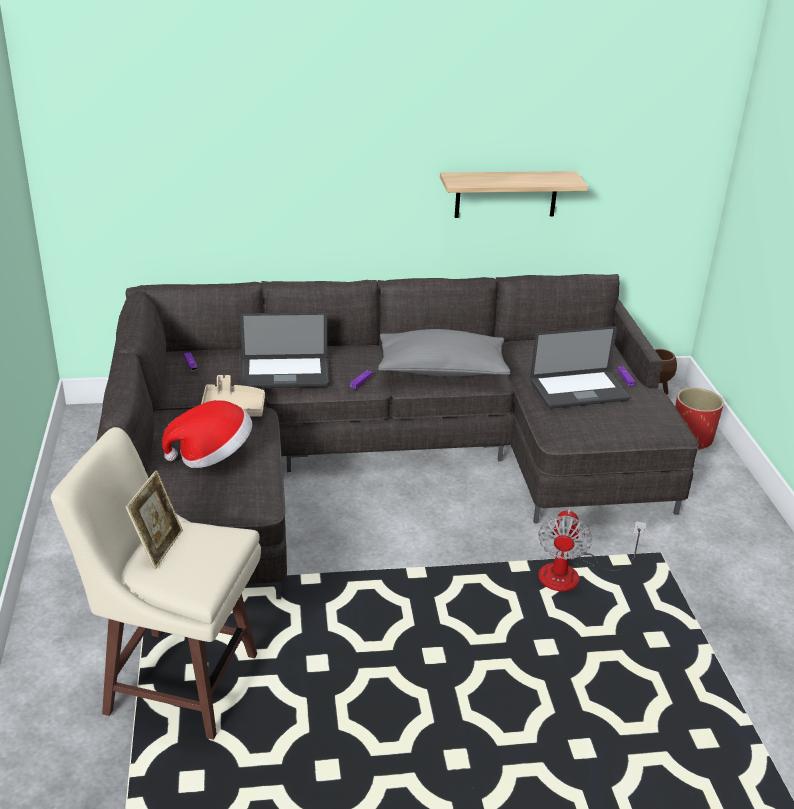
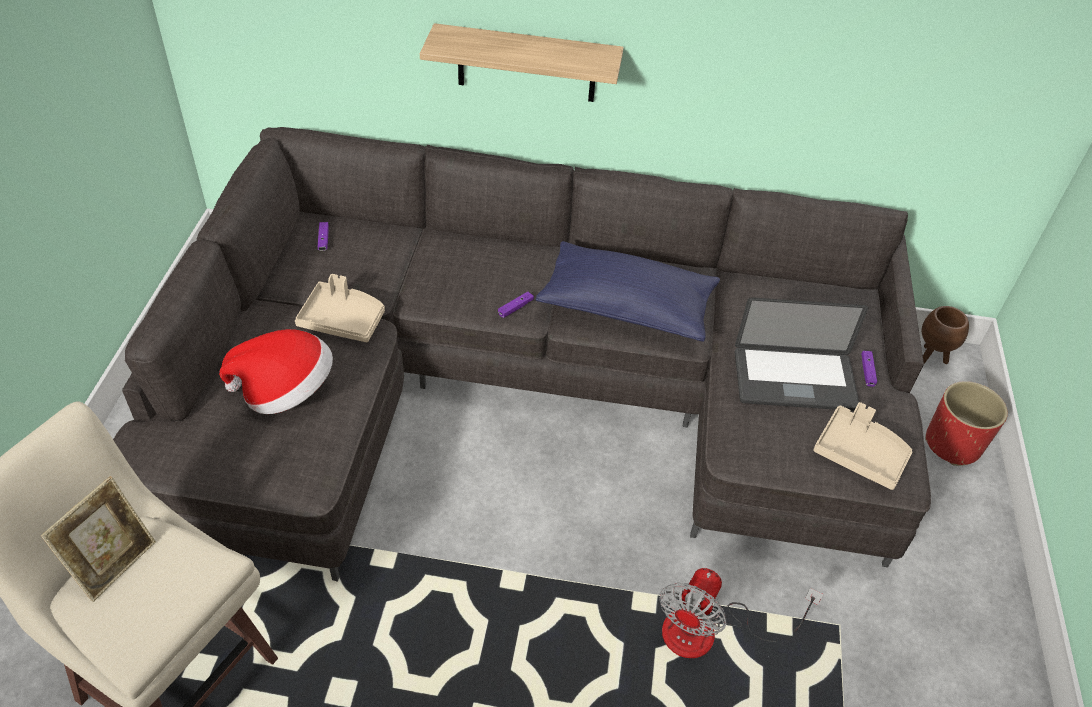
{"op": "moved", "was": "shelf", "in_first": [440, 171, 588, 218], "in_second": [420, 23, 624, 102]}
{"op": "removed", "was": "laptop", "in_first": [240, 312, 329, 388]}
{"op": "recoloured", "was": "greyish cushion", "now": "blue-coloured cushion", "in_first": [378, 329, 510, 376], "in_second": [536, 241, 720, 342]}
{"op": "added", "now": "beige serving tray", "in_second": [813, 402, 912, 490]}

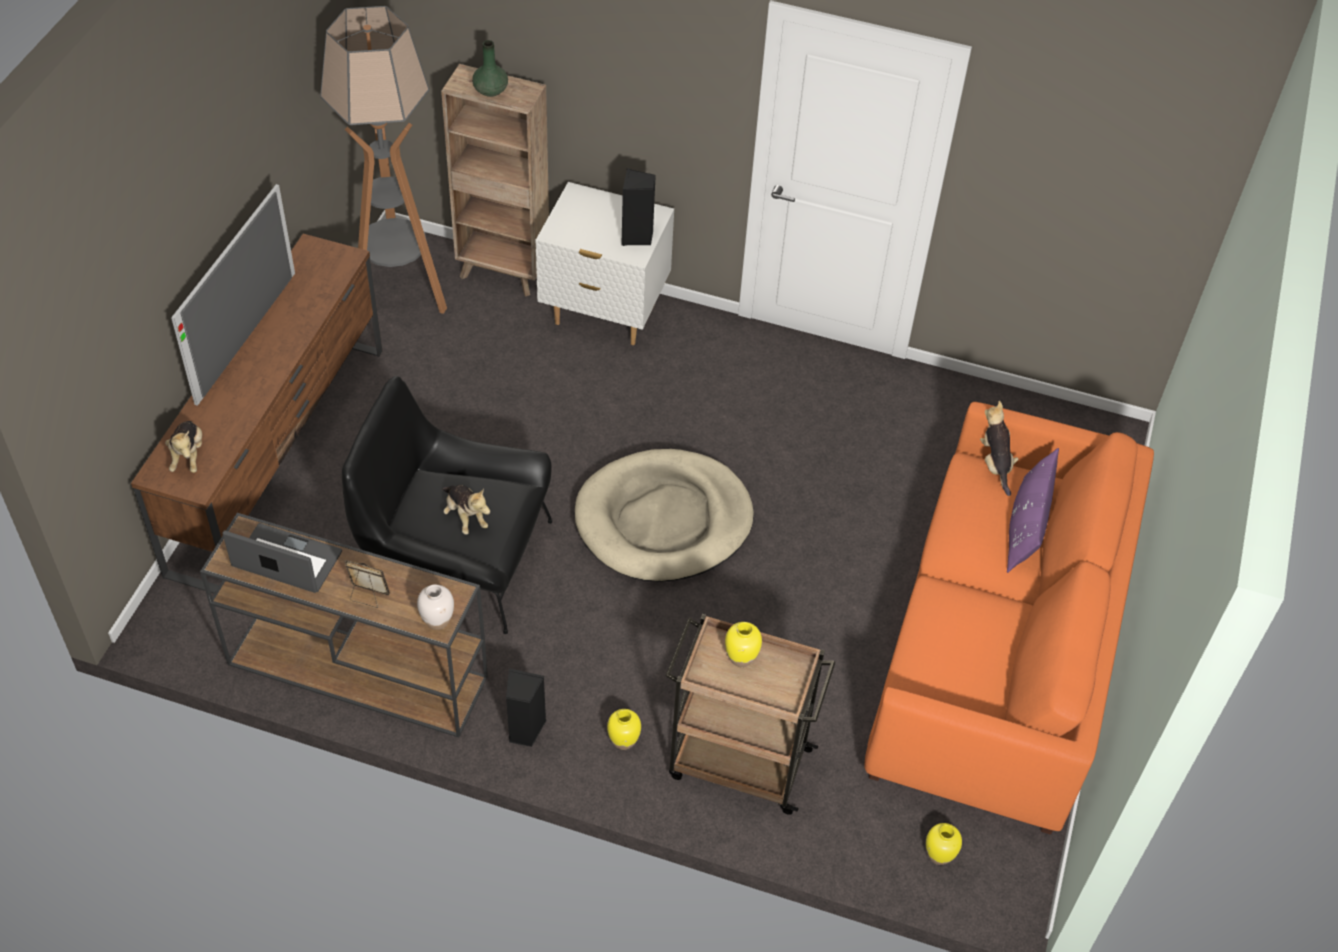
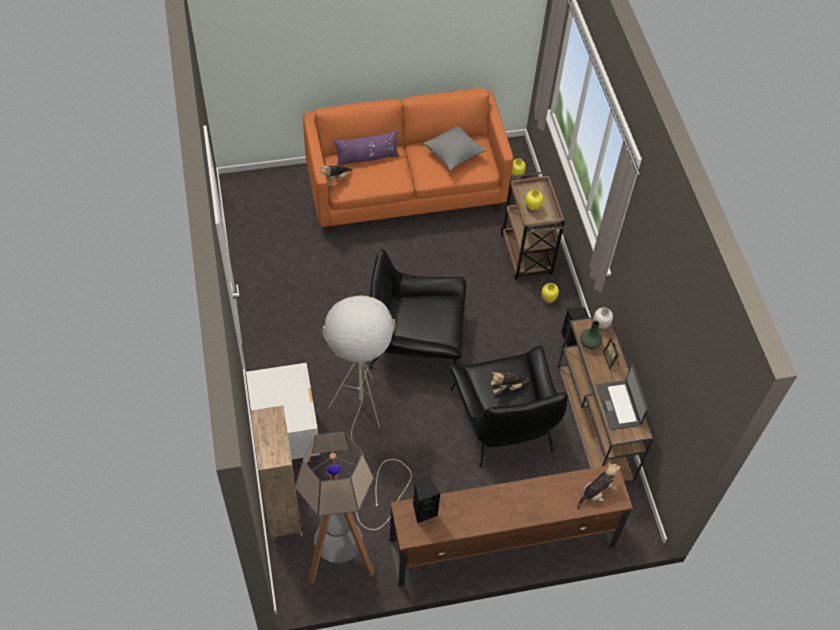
{"op": "moved", "was": "green flower vase", "in_first": [472, 40, 508, 97], "in_second": [580, 321, 603, 349]}
{"op": "moved", "was": "black-coloured speaker", "in_first": [621, 168, 656, 246], "in_second": [413, 477, 440, 524]}
{"op": "removed", "was": "TV set", "in_first": [171, 184, 295, 406]}
{"op": "replaced", "was": "beige pet bed", "now": "black-coloured easy chair", "in_first": [575, 449, 754, 582], "in_second": [370, 249, 466, 369]}
{"op": "turned", "was": "plush toy", "in_first": [442, 485, 490, 534], "in_second": [491, 372, 530, 393], "clockwise": -135}
{"op": "added", "now": "greyish cushion", "in_second": [424, 126, 486, 171]}
{"op": "added", "now": "beige floor lamp", "in_second": [322, 296, 412, 530]}

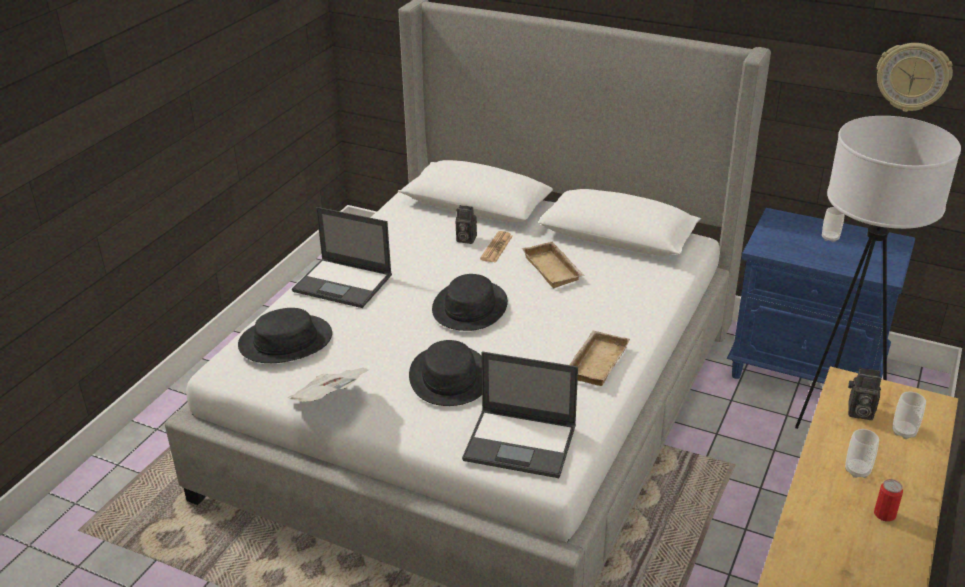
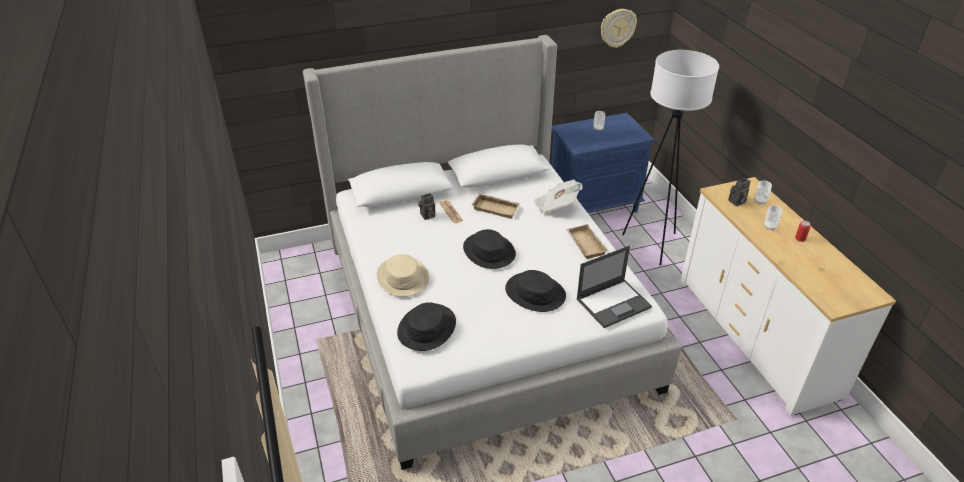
{"op": "replaced", "was": "laptop", "now": "beige clothing hat", "in_first": [292, 207, 392, 308], "in_second": [377, 254, 429, 297]}
{"op": "moved", "was": "daily paper", "in_first": [288, 368, 369, 402], "in_second": [534, 180, 583, 213]}

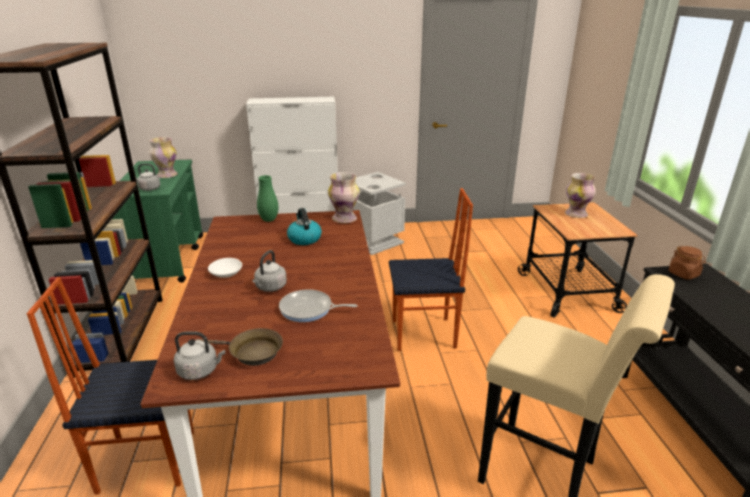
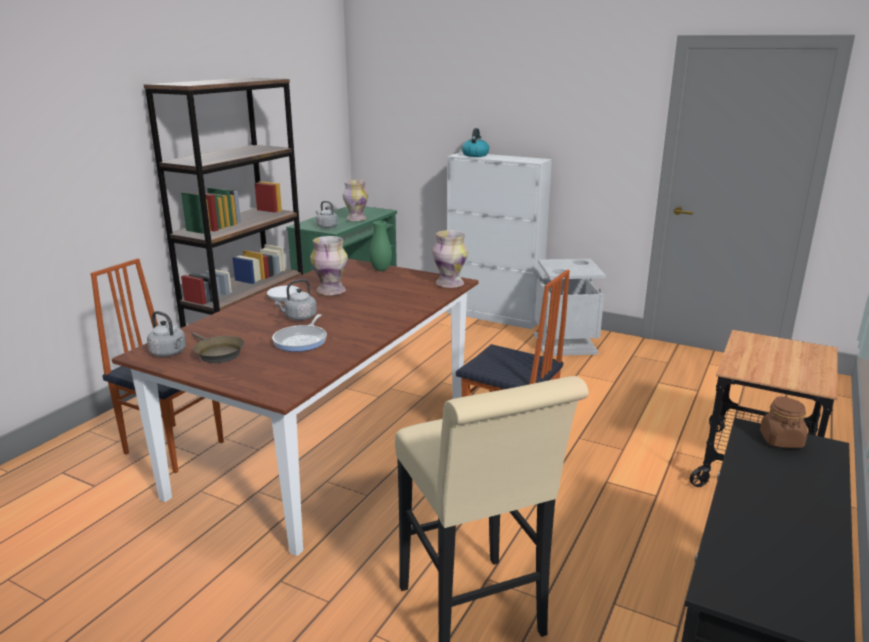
{"op": "moved", "was": "flower vase", "in_first": [565, 173, 596, 218], "in_second": [310, 236, 348, 295]}
{"op": "moved", "was": "tea kettle", "in_first": [287, 208, 322, 245], "in_second": [462, 128, 489, 157]}
{"op": "turned", "was": "frying pan", "in_first": [279, 289, 357, 322], "in_second": [272, 314, 327, 352], "clockwise": -120}

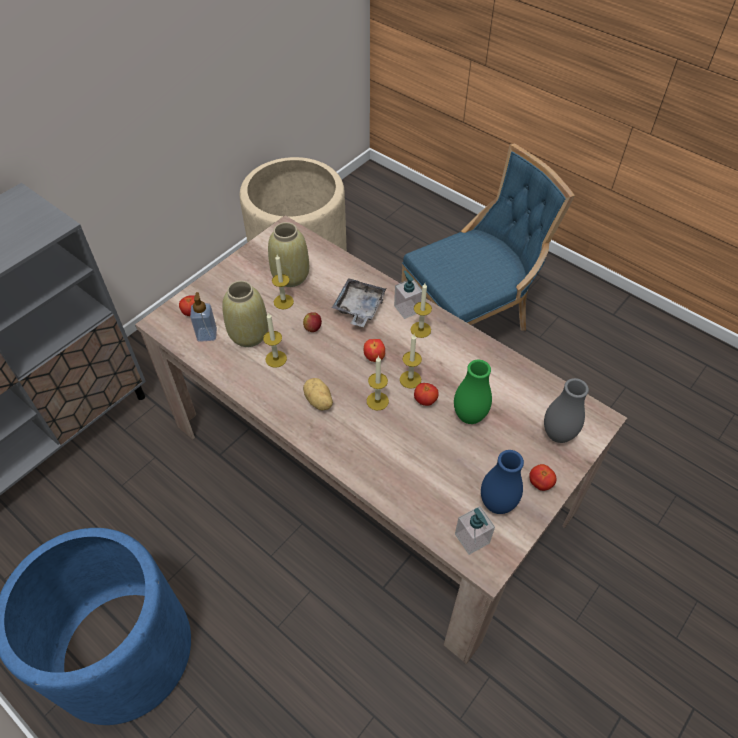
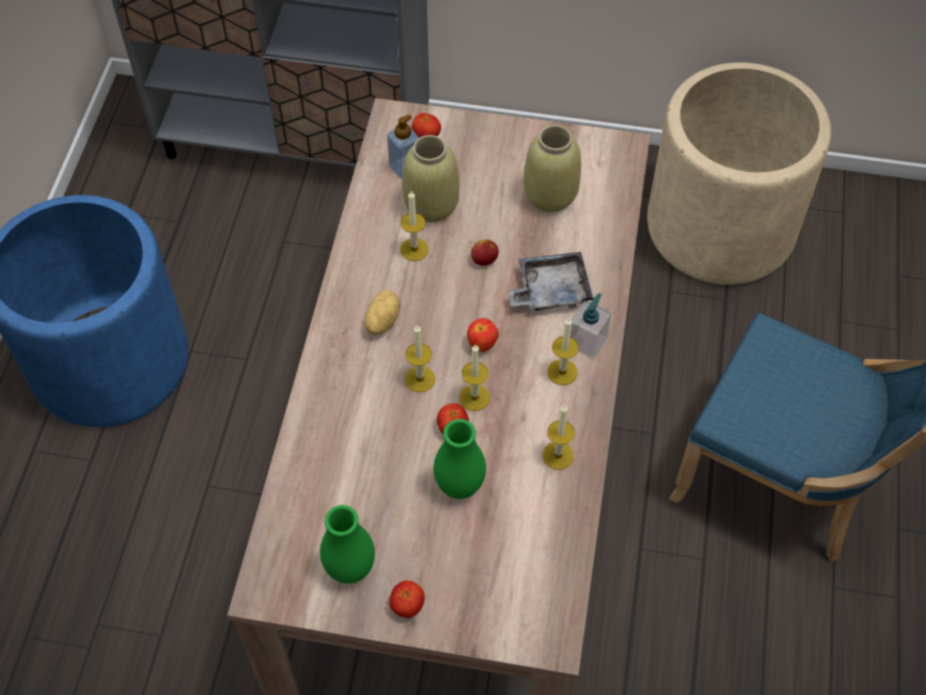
{"op": "moved", "was": "wax candle", "in_first": [272, 255, 294, 309], "in_second": [542, 405, 575, 470]}
{"op": "removed", "was": "greyish flower vase", "in_first": [544, 378, 589, 443]}
{"op": "recoloured", "was": "blue-coloured flower vase", "now": "green flower vase", "in_first": [481, 450, 524, 514], "in_second": [320, 505, 375, 584]}
{"op": "removed", "was": "soap bottle", "in_first": [455, 506, 495, 555]}

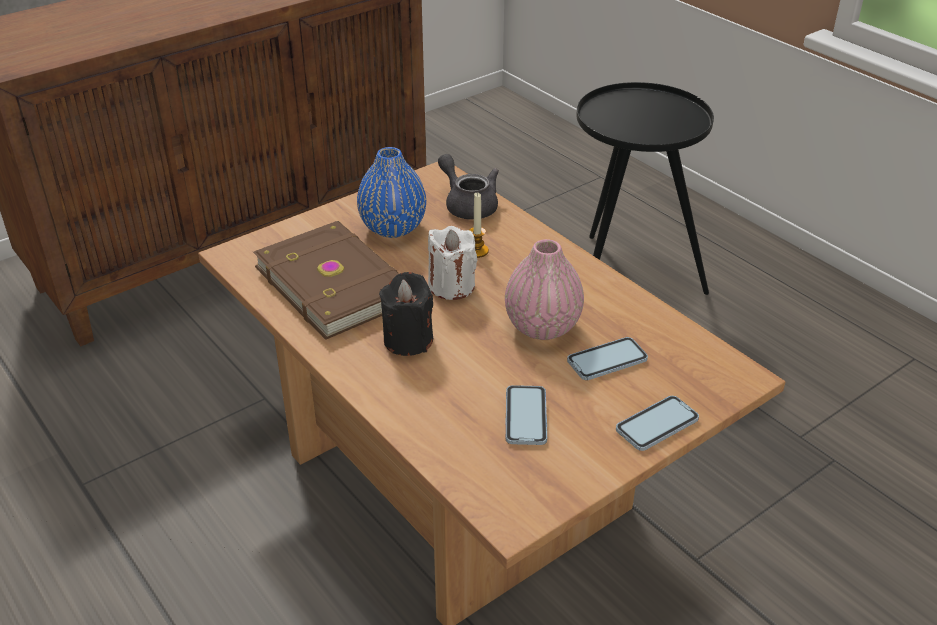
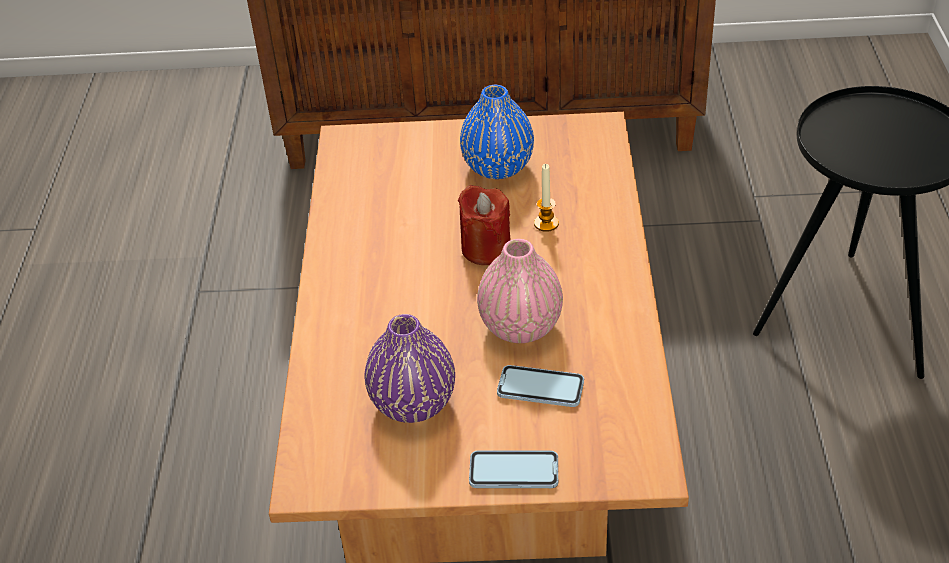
{"op": "removed", "was": "greyish tea pot", "in_first": [438, 154, 499, 220]}
{"op": "removed", "was": "brownish bound book", "in_first": [253, 221, 399, 340]}
{"op": "recoloured", "was": "white wax candle", "now": "red-coloured wax candle", "in_first": [428, 226, 478, 300], "in_second": [458, 185, 511, 265]}
{"op": "removed", "was": "black-coloured wax candle", "in_first": [379, 272, 433, 356]}
{"op": "replaced", "was": "telephone", "now": "purple-coloured flower vase", "in_first": [505, 385, 547, 445], "in_second": [365, 314, 455, 423]}

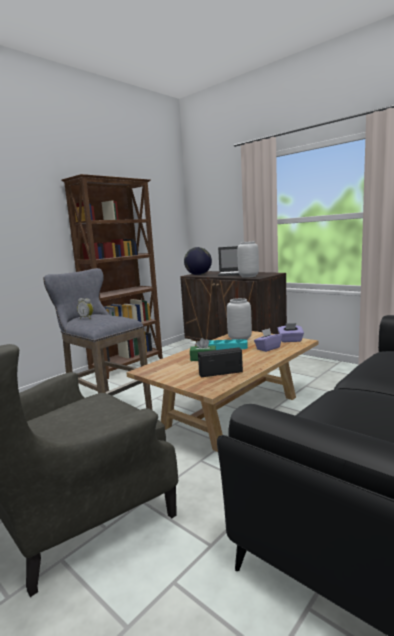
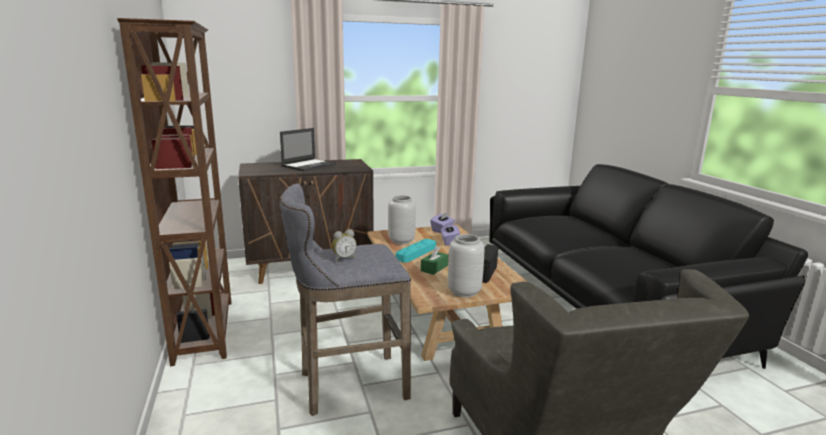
{"op": "moved", "was": "greyish flower vase", "in_first": [237, 241, 259, 278], "in_second": [448, 234, 484, 297]}
{"op": "removed", "was": "desk globe", "in_first": [184, 247, 212, 275]}

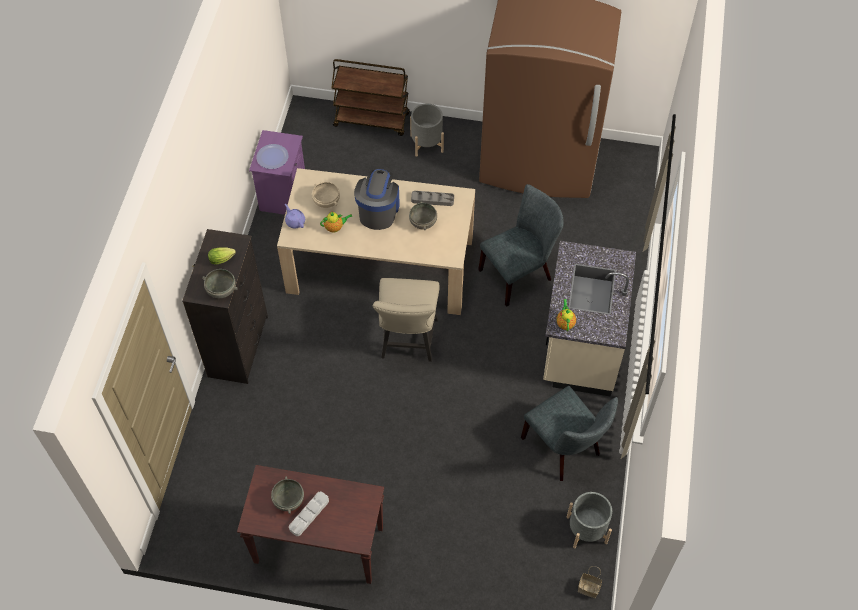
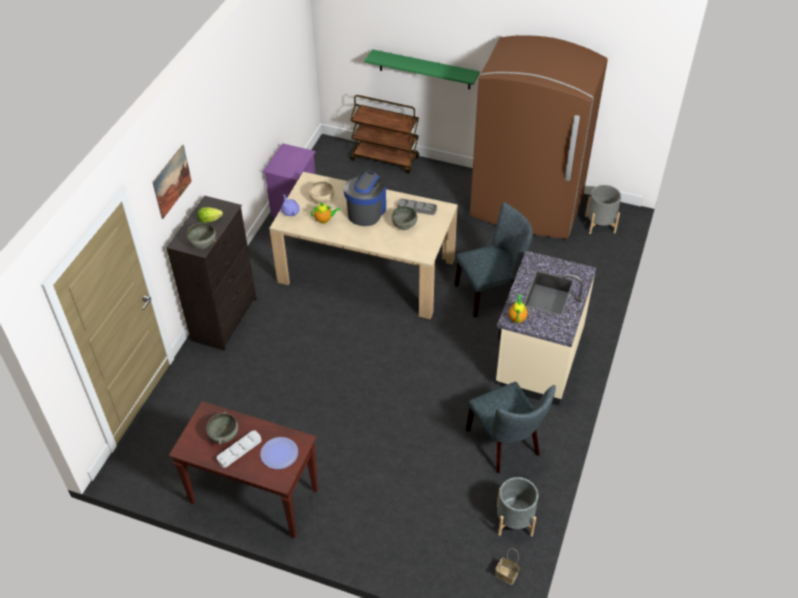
{"op": "moved", "was": "greyish planter", "in_first": [410, 104, 444, 157], "in_second": [585, 185, 621, 234]}
{"op": "moved", "was": "dinner plate", "in_first": [256, 144, 288, 169], "in_second": [260, 437, 298, 469]}
{"op": "removed", "was": "beige plain chair", "in_first": [373, 278, 440, 362]}
{"op": "added", "now": "green shelf", "in_second": [364, 49, 480, 89]}
{"op": "added", "now": "picture", "in_second": [152, 145, 192, 219]}

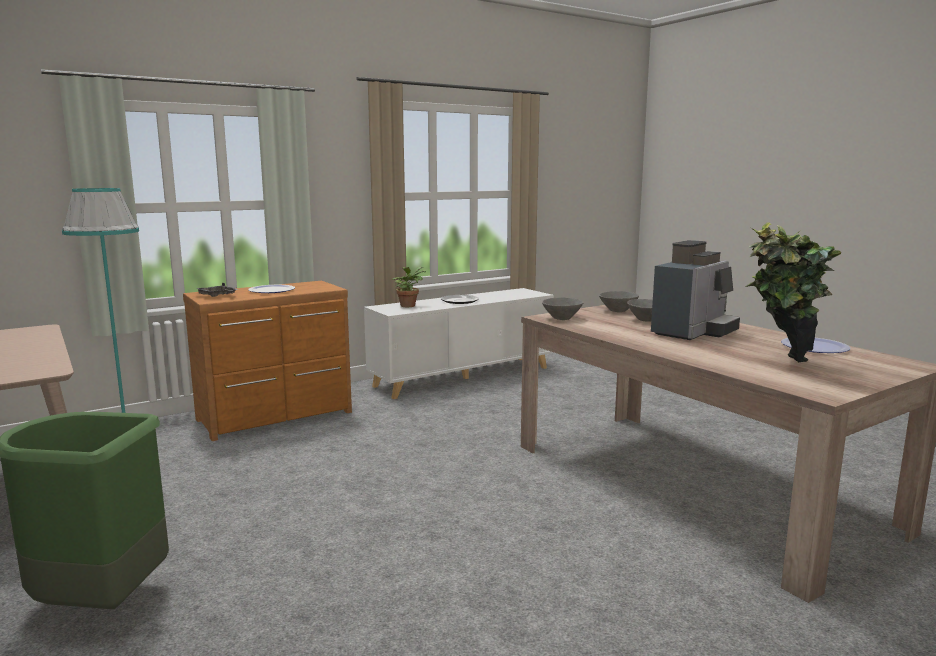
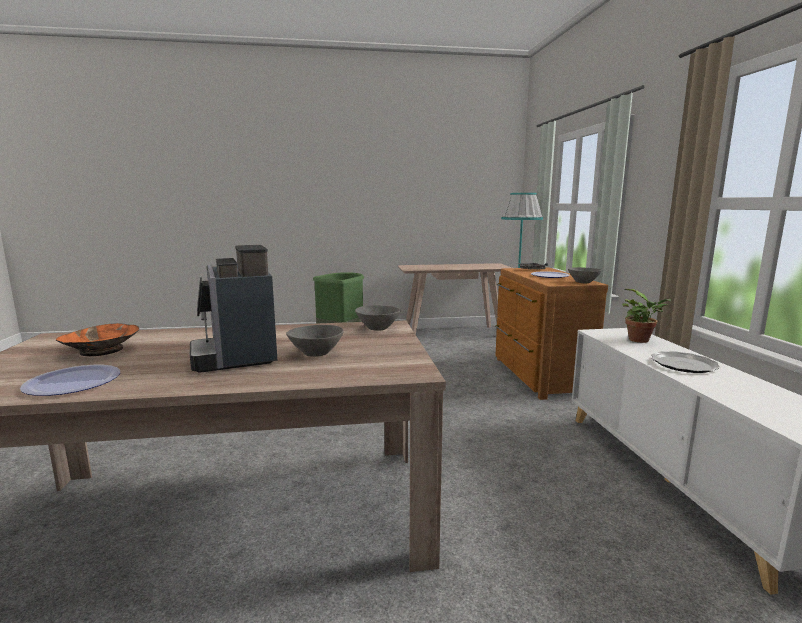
{"op": "replaced", "was": "plant in a pot", "now": "orange-coloured serving bowl", "in_first": [745, 222, 841, 362], "in_second": [56, 323, 139, 356]}
{"op": "moved", "was": "greyish serving bowl", "in_first": [599, 291, 639, 312], "in_second": [568, 267, 602, 283]}

